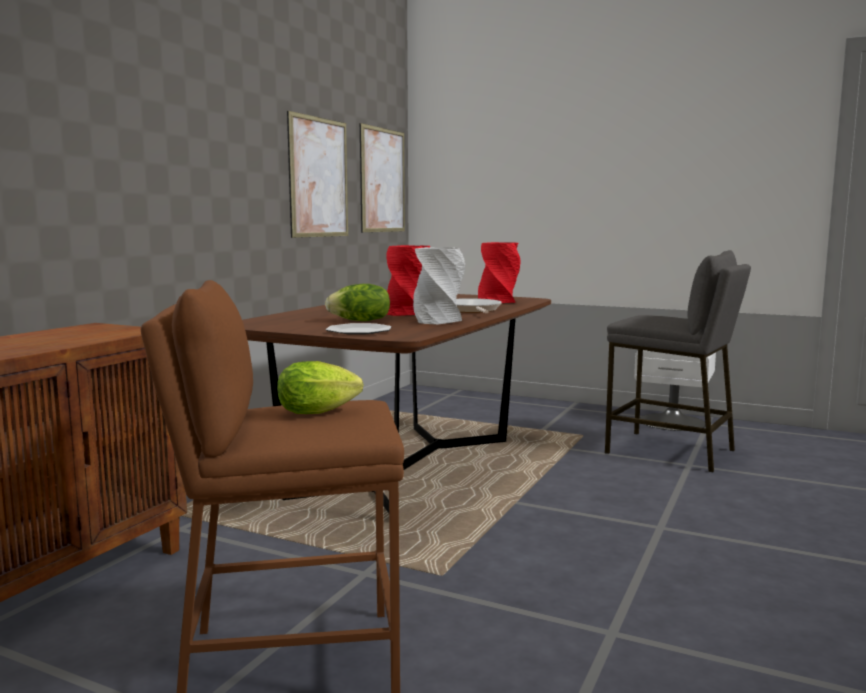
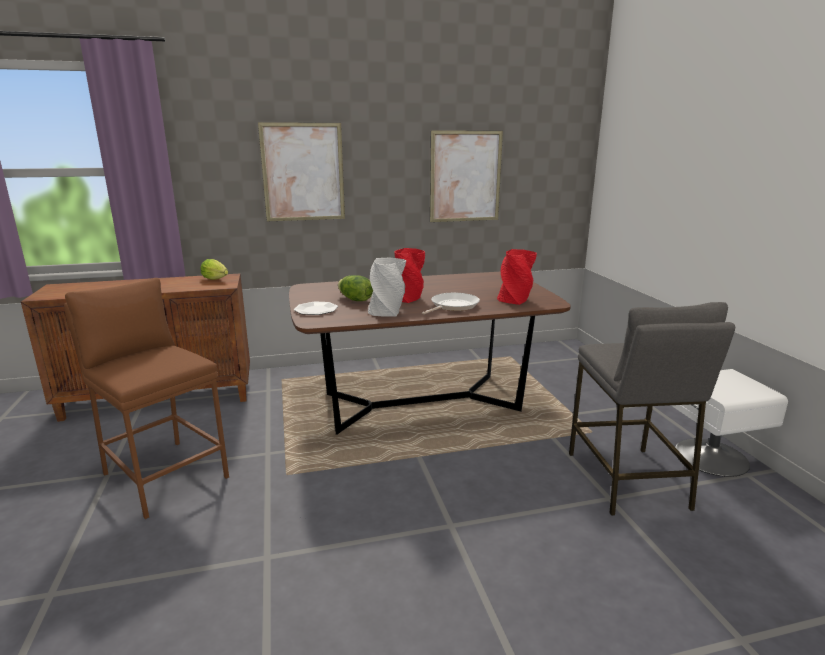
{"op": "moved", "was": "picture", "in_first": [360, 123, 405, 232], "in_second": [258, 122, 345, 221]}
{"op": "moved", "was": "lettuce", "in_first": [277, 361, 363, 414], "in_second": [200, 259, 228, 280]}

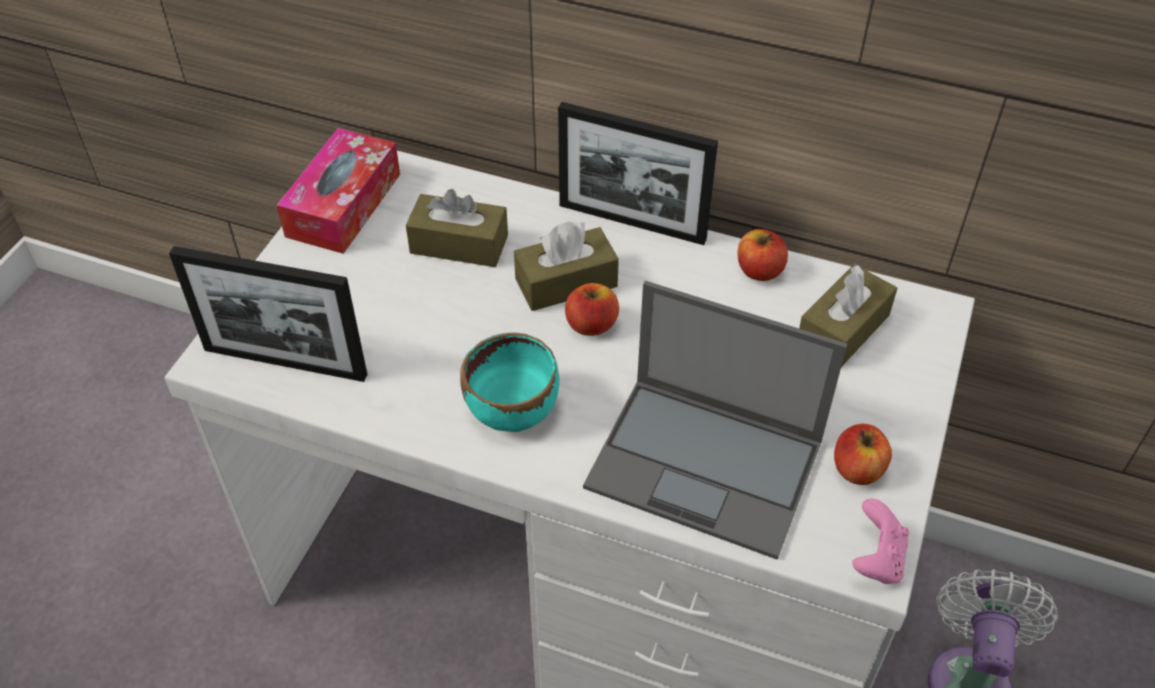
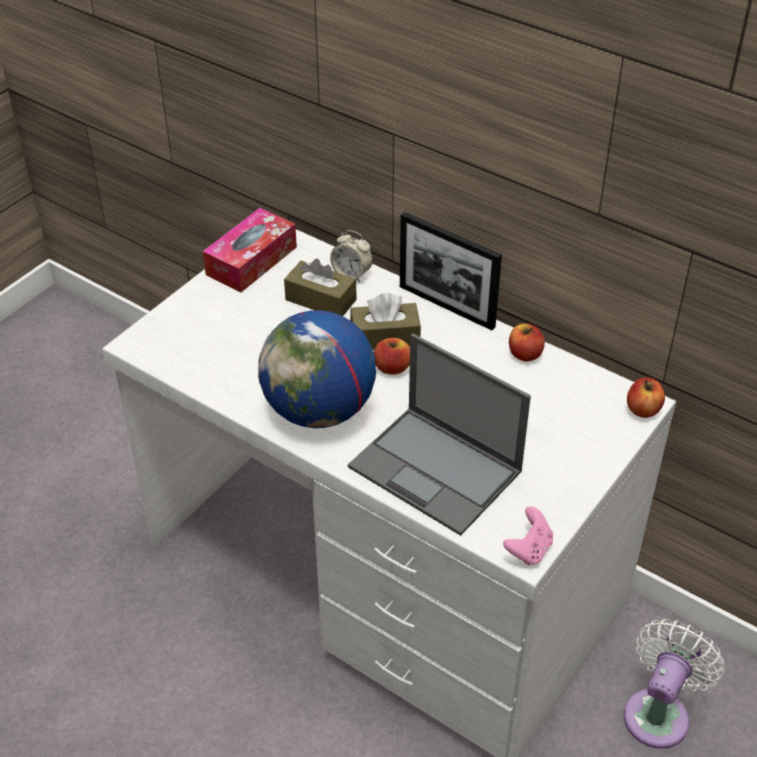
{"op": "removed", "was": "photo frame", "in_first": [169, 246, 367, 382]}
{"op": "removed", "was": "brownish tissue holder", "in_first": [799, 264, 897, 367]}
{"op": "replaced", "was": "turquoise-coloured serving bowl", "now": "desk globe", "in_first": [460, 332, 559, 432], "in_second": [258, 310, 376, 428]}
{"op": "moved", "was": "apple", "in_first": [834, 424, 892, 485], "in_second": [627, 378, 665, 418]}
{"op": "added", "now": "bedside clock", "in_second": [330, 230, 373, 283]}

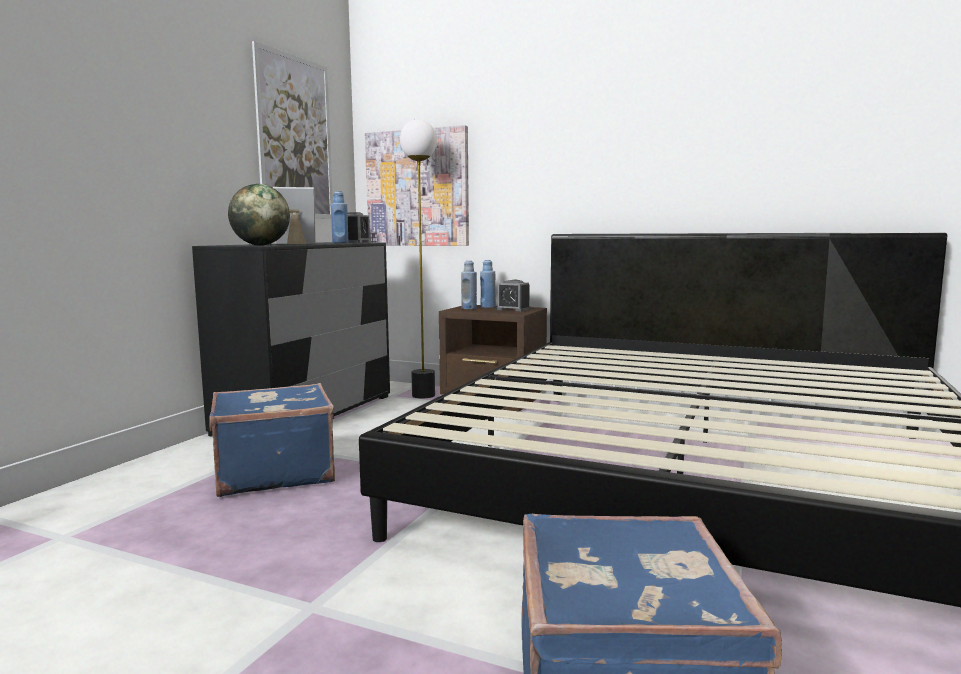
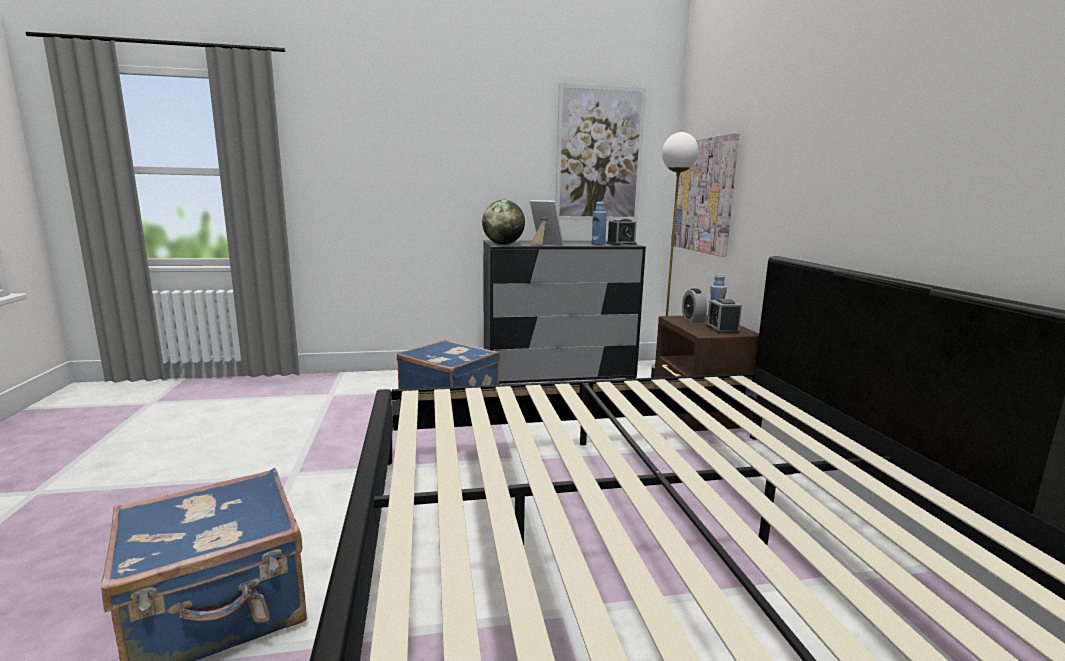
{"op": "replaced", "was": "blue-coloured drink bottle", "now": "bedside clock", "in_first": [461, 260, 477, 309], "in_second": [682, 288, 707, 322]}

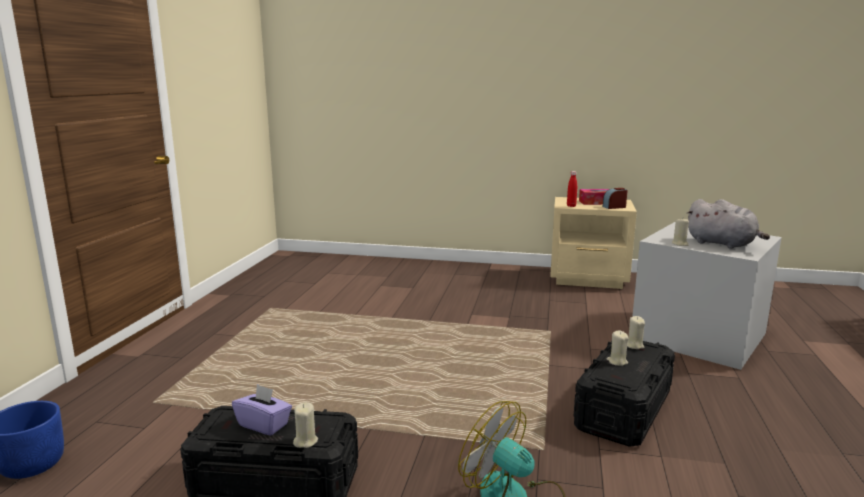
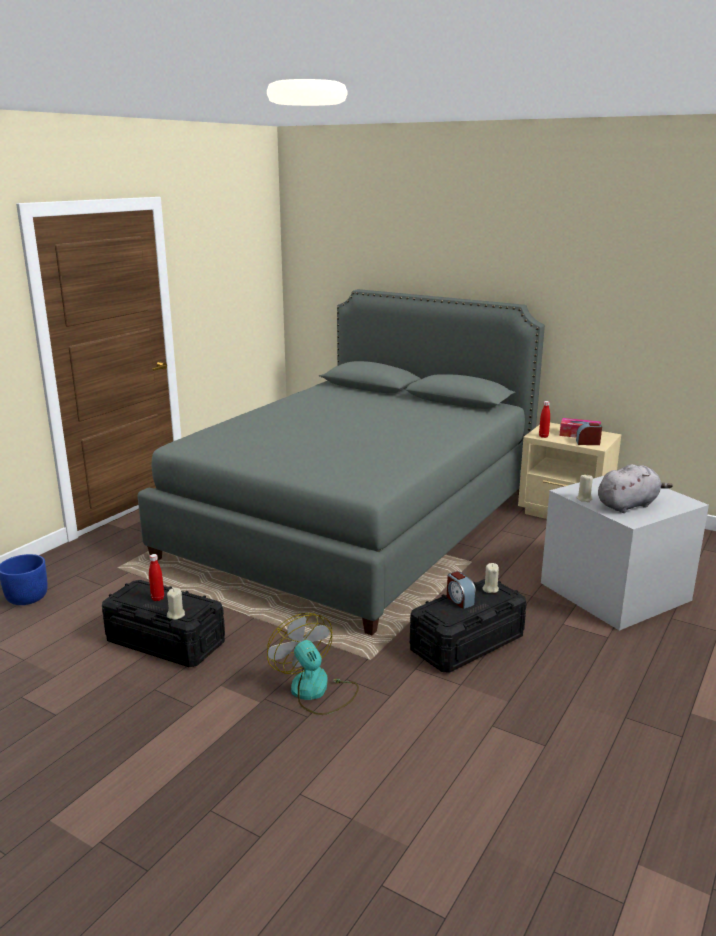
{"op": "turned", "was": "greyish plush toy", "in_first": [686, 199, 770, 249], "in_second": [598, 464, 673, 513], "clockwise": -90}
{"op": "replaced", "was": "beige wax candle", "now": "bedside clock", "in_first": [607, 331, 629, 366], "in_second": [447, 571, 476, 609]}
{"op": "replaced", "was": "purple-coloured tissue holder", "now": "red-coloured drink bottle", "in_first": [232, 384, 292, 436], "in_second": [149, 554, 164, 601]}
{"op": "added", "now": "greyish bedroom bed", "in_second": [138, 289, 545, 635]}

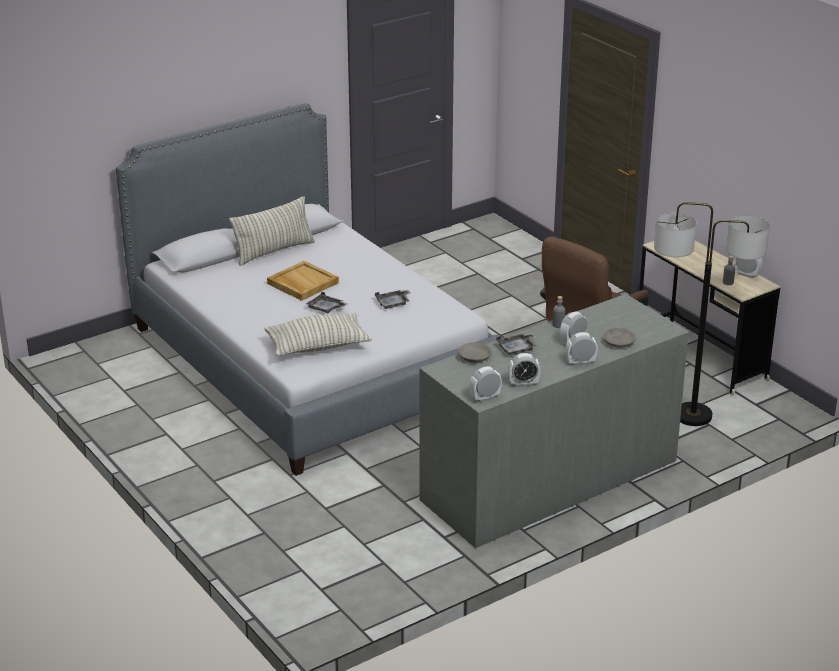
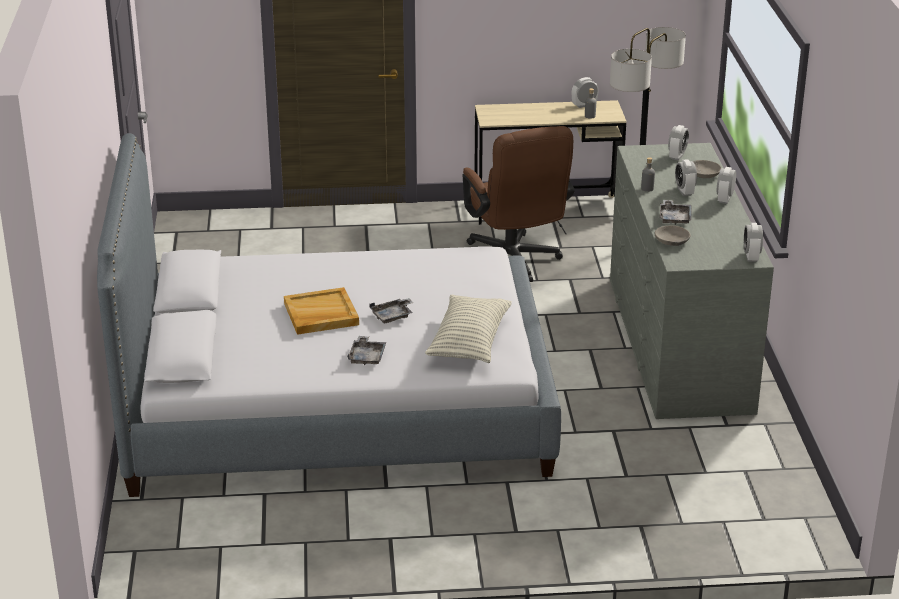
{"op": "removed", "was": "cushion", "in_first": [229, 196, 315, 266]}
{"op": "moved", "was": "greyish serving tray", "in_first": [375, 290, 411, 309], "in_second": [347, 336, 386, 365]}
{"op": "moved", "was": "bedside clock", "in_first": [508, 353, 540, 387], "in_second": [668, 125, 689, 160]}

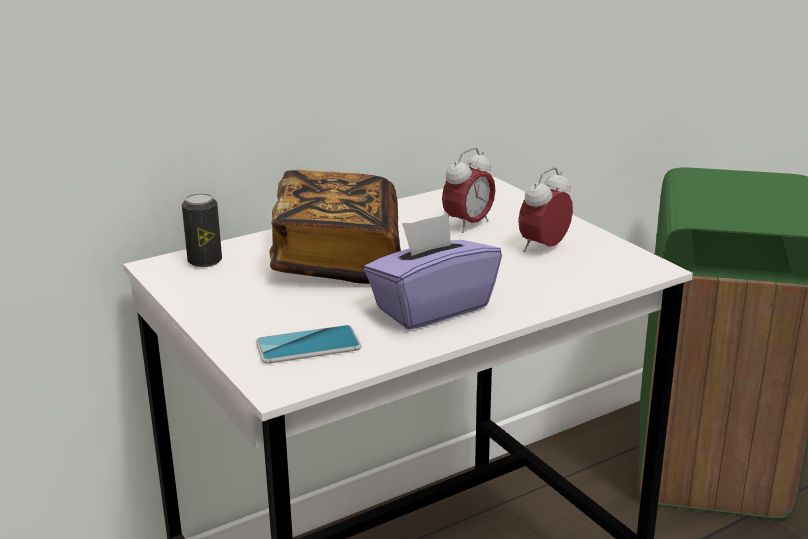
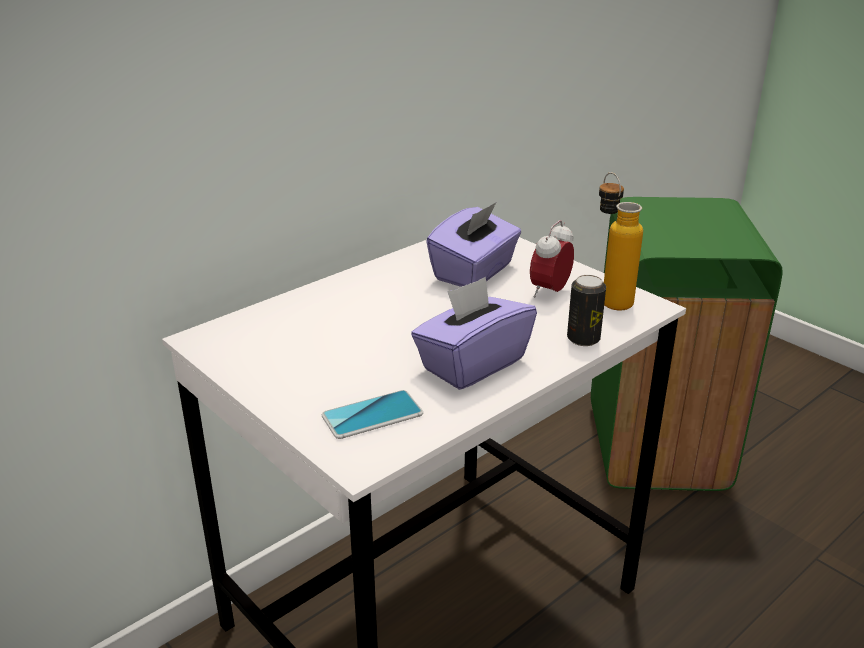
{"op": "replaced", "was": "bedside clock", "now": "purple-coloured tissue holder", "in_first": [442, 148, 496, 233], "in_second": [426, 202, 521, 287]}
{"op": "removed", "was": "bound book", "in_first": [269, 170, 401, 284]}
{"op": "moved", "was": "sealed can", "in_first": [182, 193, 222, 267], "in_second": [567, 275, 606, 346]}
{"op": "added", "now": "drink bottle", "in_second": [599, 172, 643, 311]}

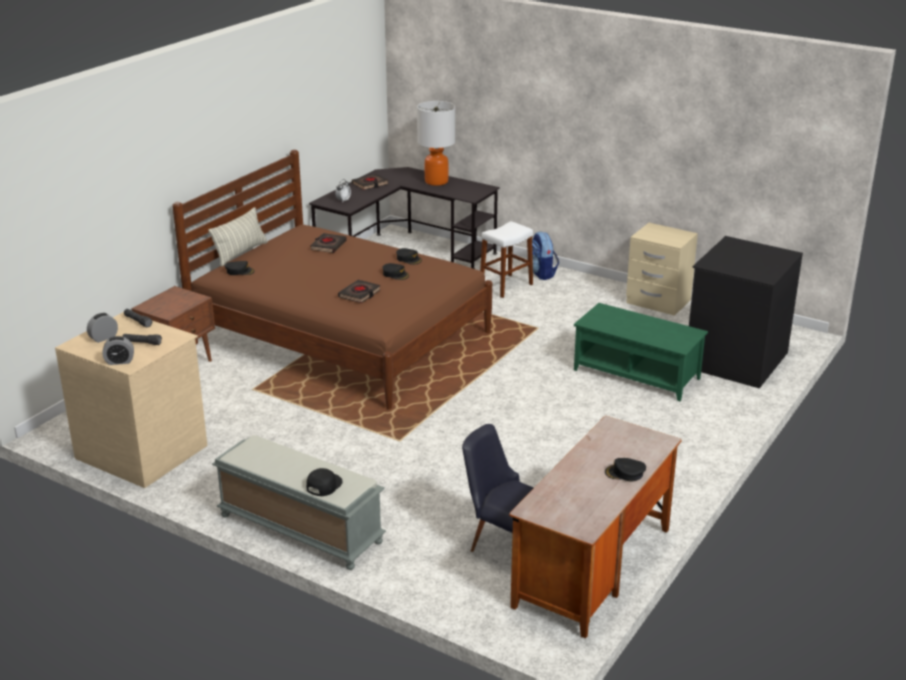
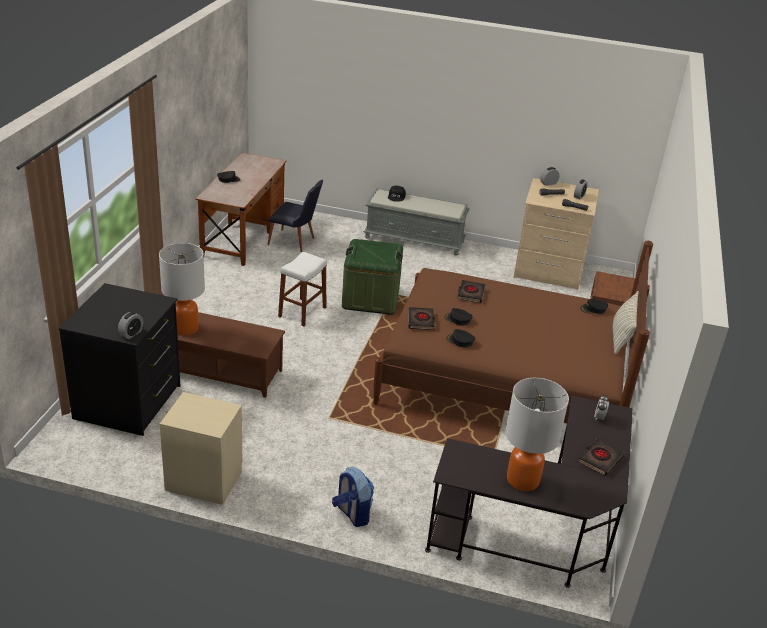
{"op": "moved", "was": "white stool seat", "in_first": [480, 221, 533, 298], "in_second": [278, 252, 327, 326]}
{"op": "moved", "was": "black-coloured bound book", "in_first": [310, 233, 347, 253], "in_second": [408, 307, 435, 330]}
{"op": "recoloured", "was": "green low table", "now": "brownish low table", "in_first": [574, 303, 708, 401], "in_second": [177, 312, 285, 398]}
{"op": "added", "now": "green storage container", "in_second": [342, 239, 403, 315]}
{"op": "added", "now": "lamp for a table", "in_second": [159, 243, 205, 336]}
{"op": "added", "now": "bedside clock", "in_second": [118, 312, 143, 339]}

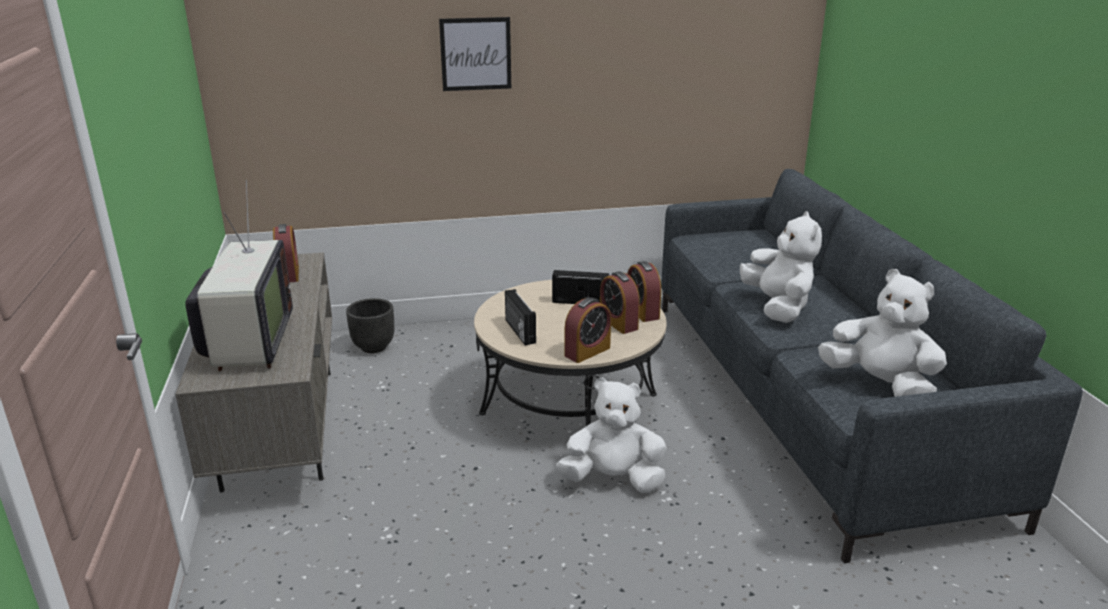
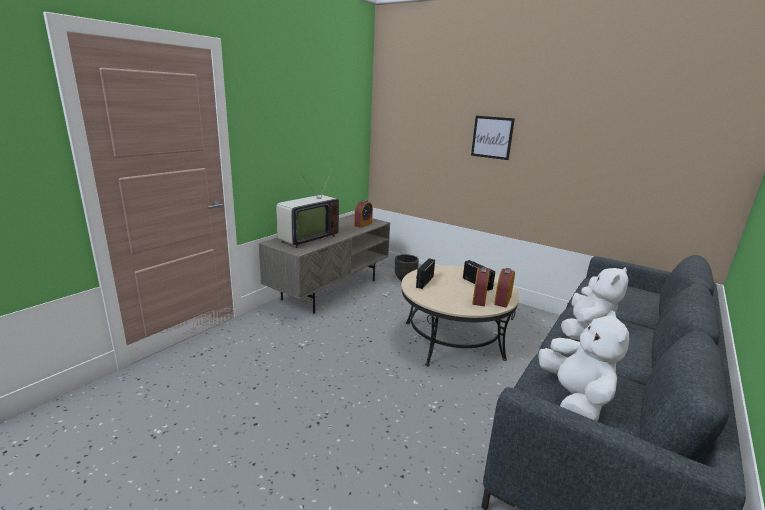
{"op": "removed", "was": "bedside clock", "in_first": [564, 298, 611, 363]}
{"op": "removed", "was": "white plush toy", "in_first": [556, 377, 667, 493]}

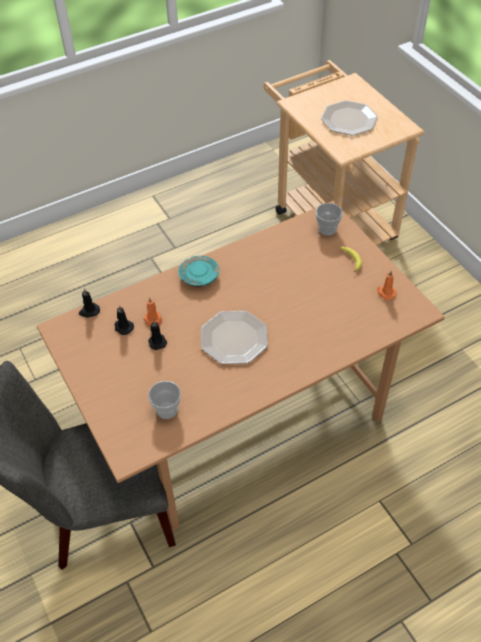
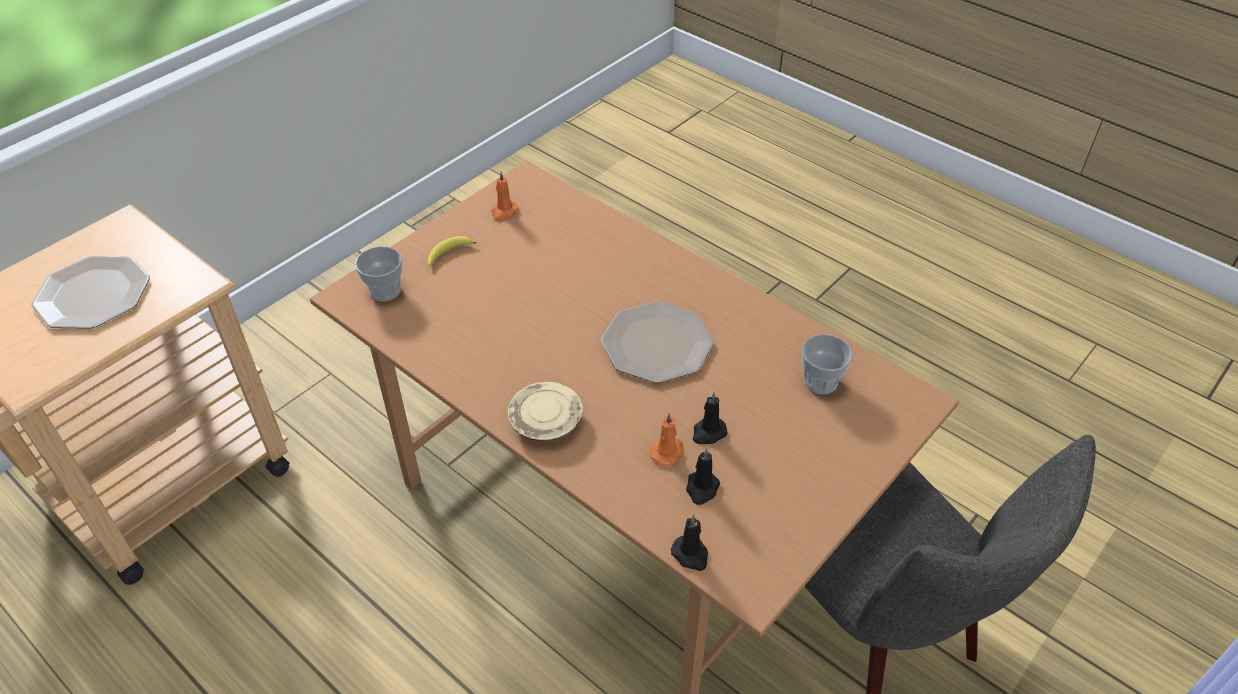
{"op": "recoloured", "was": "turquoise-coloured dinner plate", "now": "beige dinner plate", "in_first": [178, 256, 219, 287], "in_second": [508, 382, 583, 442]}

